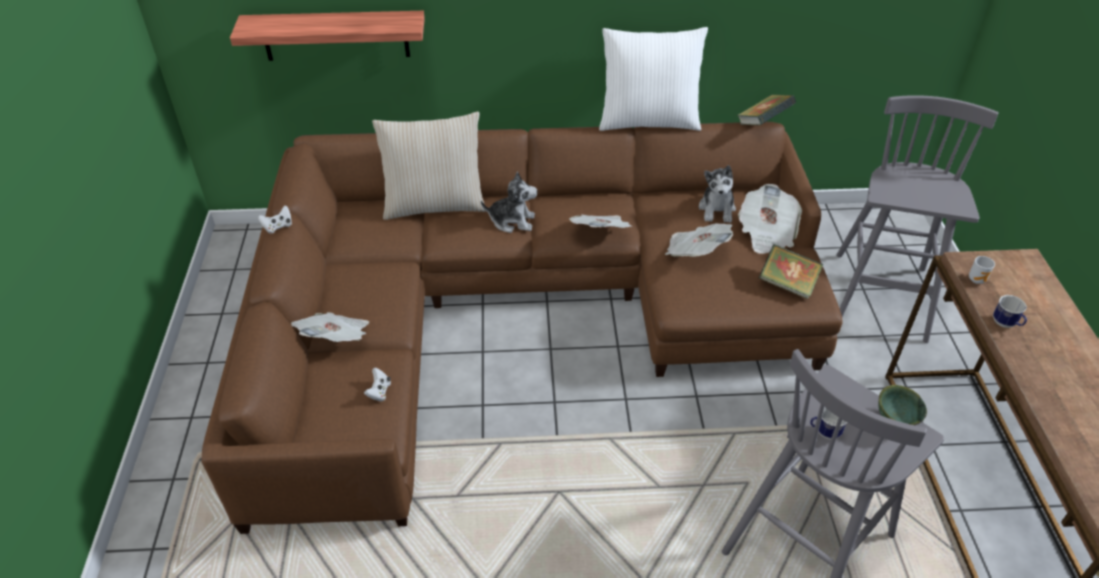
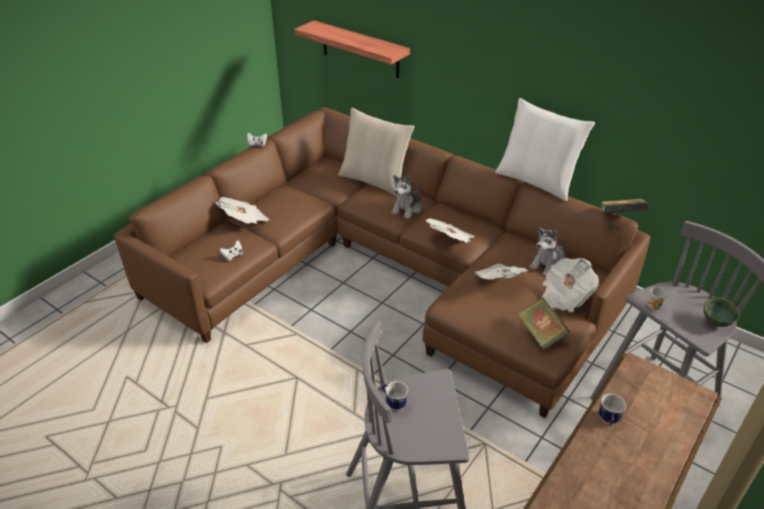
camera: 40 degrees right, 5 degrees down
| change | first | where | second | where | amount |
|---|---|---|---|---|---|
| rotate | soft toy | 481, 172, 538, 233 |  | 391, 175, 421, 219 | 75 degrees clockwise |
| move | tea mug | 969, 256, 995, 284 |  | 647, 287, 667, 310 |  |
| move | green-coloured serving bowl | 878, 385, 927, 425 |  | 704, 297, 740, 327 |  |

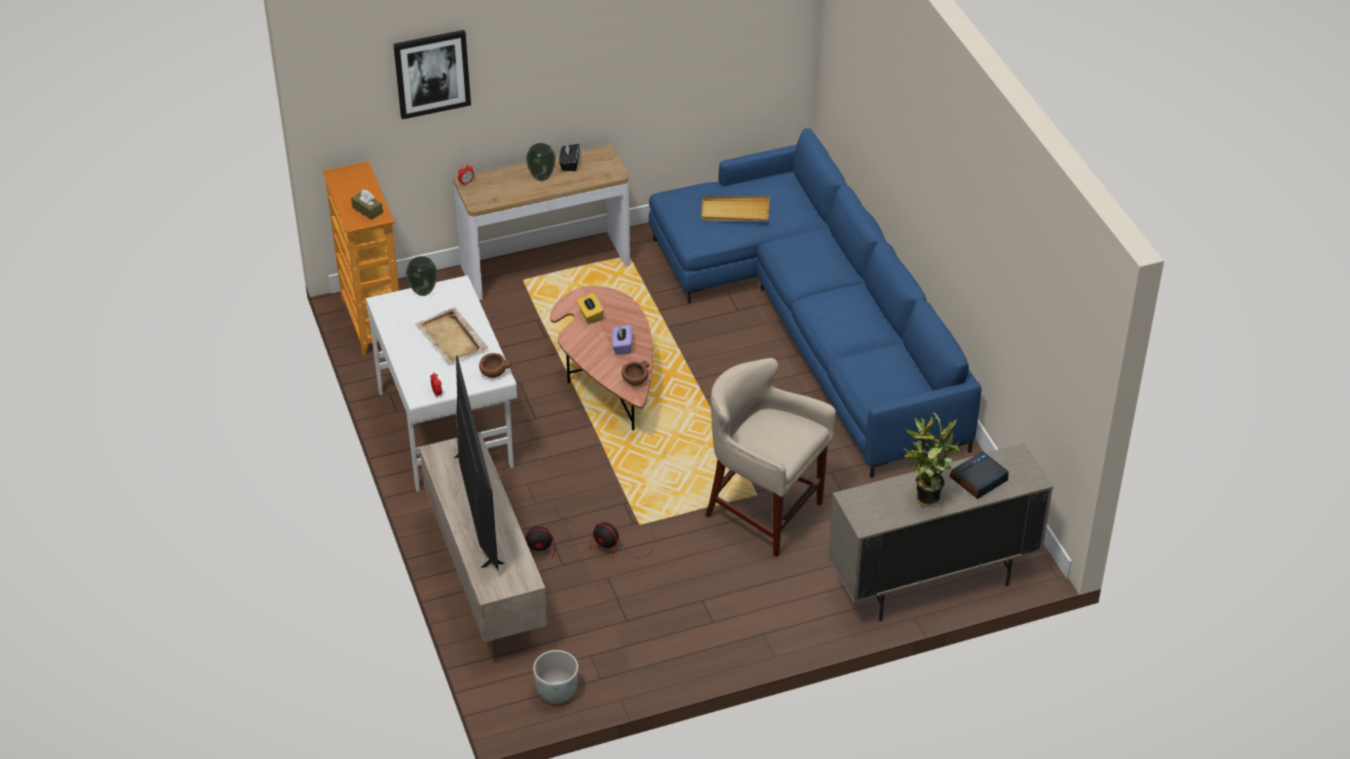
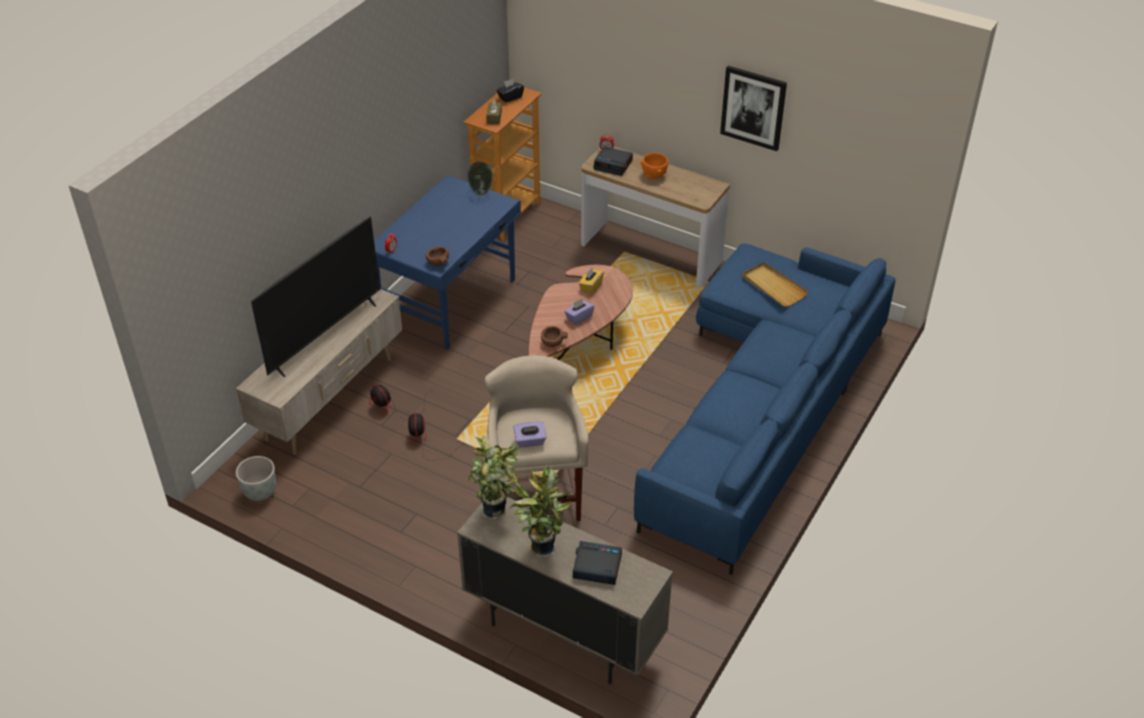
camera: 50 degrees right, 0 degrees up
| change | first | where | second | where | amount |
|---|---|---|---|---|---|
| recolor | white-coloured desk unit | 366, 275, 517, 492 | blue desk unit | 374, 175, 521, 350 |  |
| insert |  |  | plant in a pot | 468, 435, 521, 520 |  |
| move | blackish box of tissues | 559, 143, 580, 171 |  | 497, 79, 524, 103 |  |
| insert |  |  | purple box of tissues | 513, 421, 546, 447 |  |
| insert |  |  | bedside clock | 593, 147, 633, 176 |  |
| replace | flower vase | 526, 143, 556, 181 | orange serving bowl | 640, 153, 668, 179 |  |
| move | wall art | 393, 30, 471, 120 |  | 720, 66, 787, 151 |  |
| delete | sand-coloured serving tray | 415, 307, 489, 364 |  |  |  |

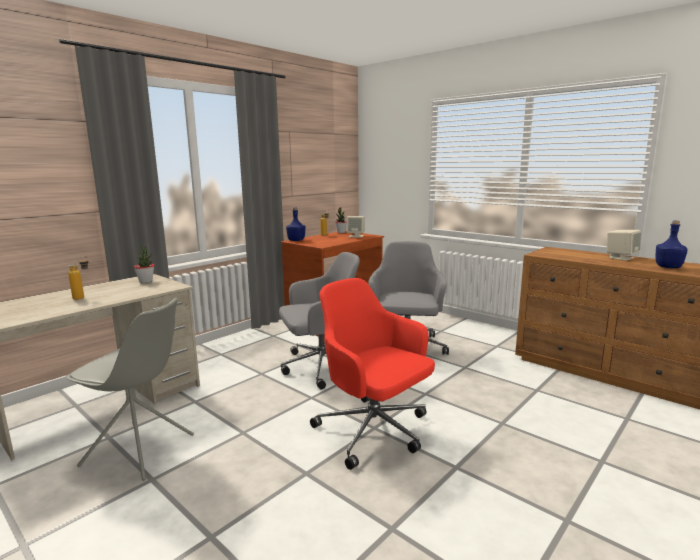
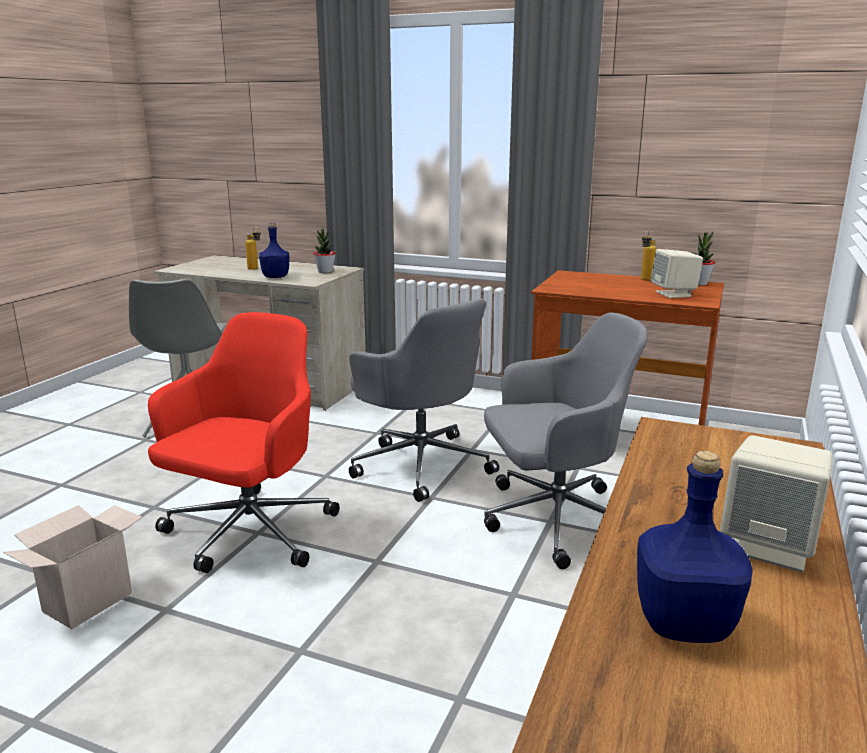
camera: 70 degrees right, 5 degrees up
| change | first | where | second | where | amount |
|---|---|---|---|---|---|
| insert |  |  | cardboard box | 3, 505, 143, 629 |  |
| move | blue beverage bottle | 286, 207, 305, 241 |  | 259, 223, 289, 278 |  |

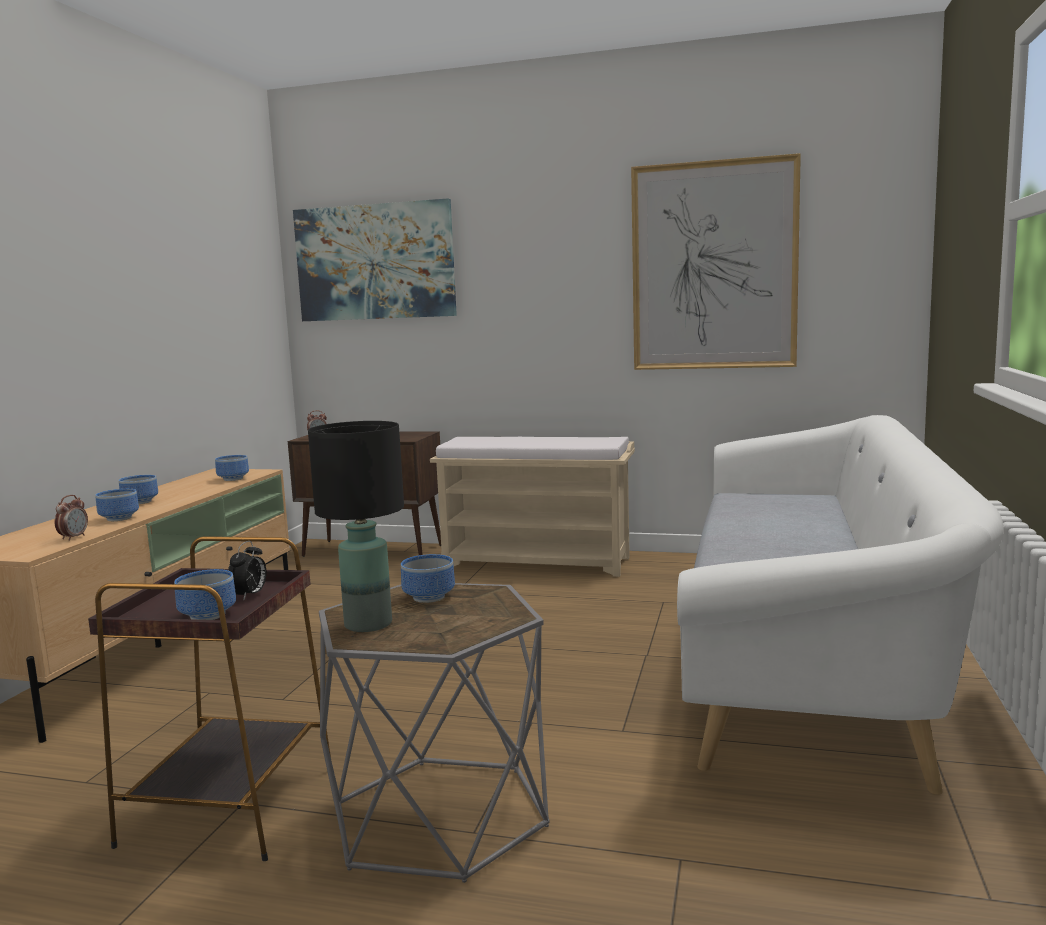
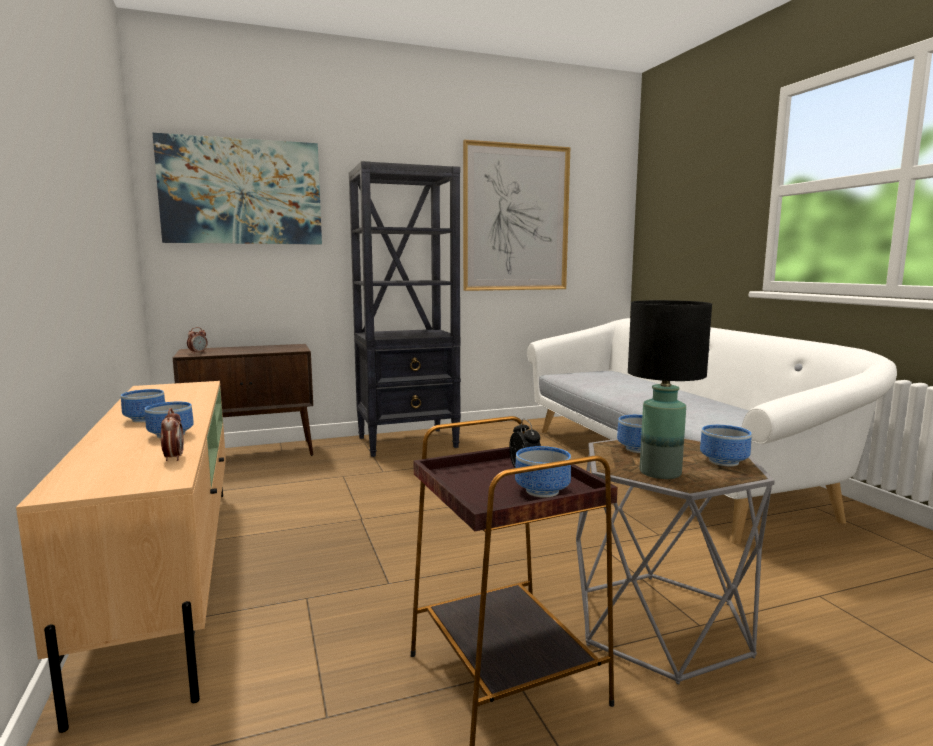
camera: 35 degrees left, 0 degrees up
| change | first | where | second | where | amount |
|---|---|---|---|---|---|
| replace | sand-coloured bench | 430, 437, 635, 577 | blackish bookcase | 349, 161, 461, 457 |  |
| move | serving bowl | 215, 455, 249, 481 |  | 700, 425, 752, 466 |  |

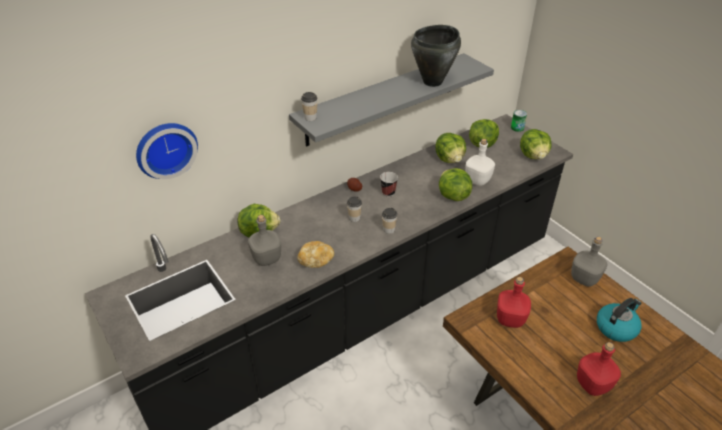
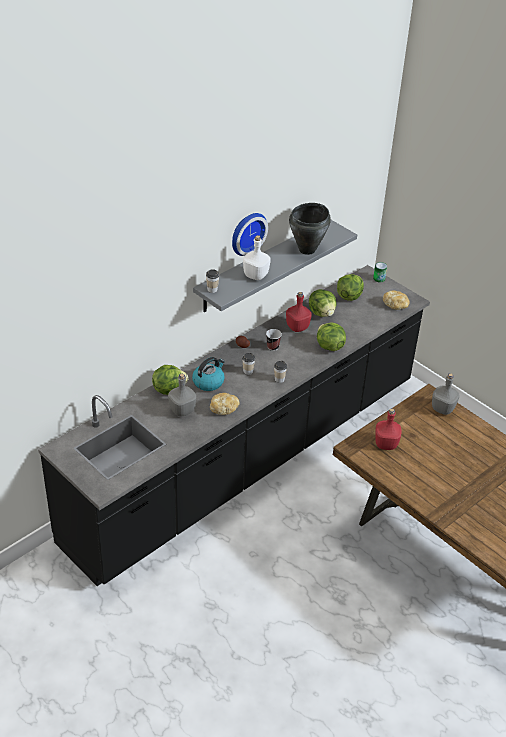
camera: 10 degrees left, 0 degrees up
| change | first | where | second | where | amount |
|---|---|---|---|---|---|
| move | water kettle | 597, 298, 642, 342 |  | 192, 357, 225, 391 |  |
| move | hanging clock | 136, 123, 198, 179 |  | 232, 213, 268, 256 |  |
| move | white-coloured beverage bottle | 466, 139, 495, 186 |  | 243, 235, 271, 280 |  |
| move | reddish beverage bottle | 577, 342, 621, 396 |  | 286, 292, 312, 332 |  |
| replace | lettuce head | 520, 129, 551, 159 | bakery bread | 383, 290, 410, 310 |  |

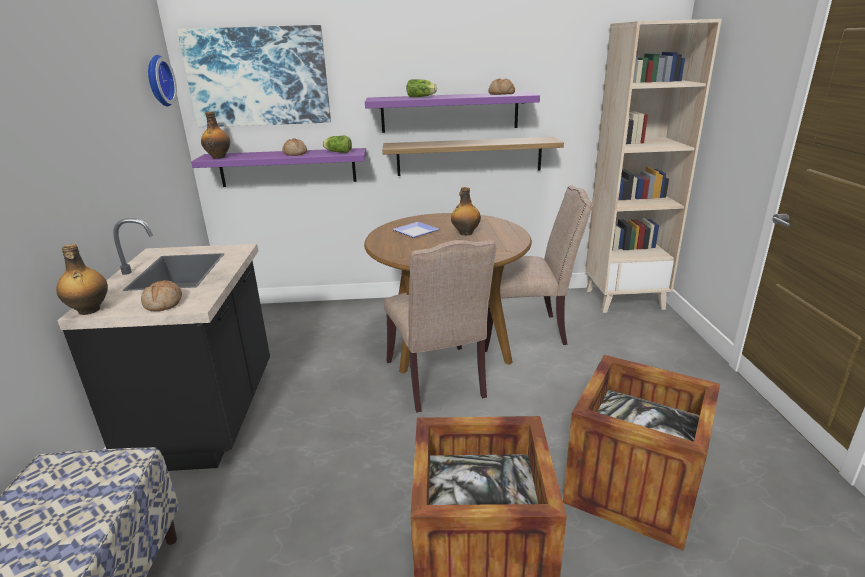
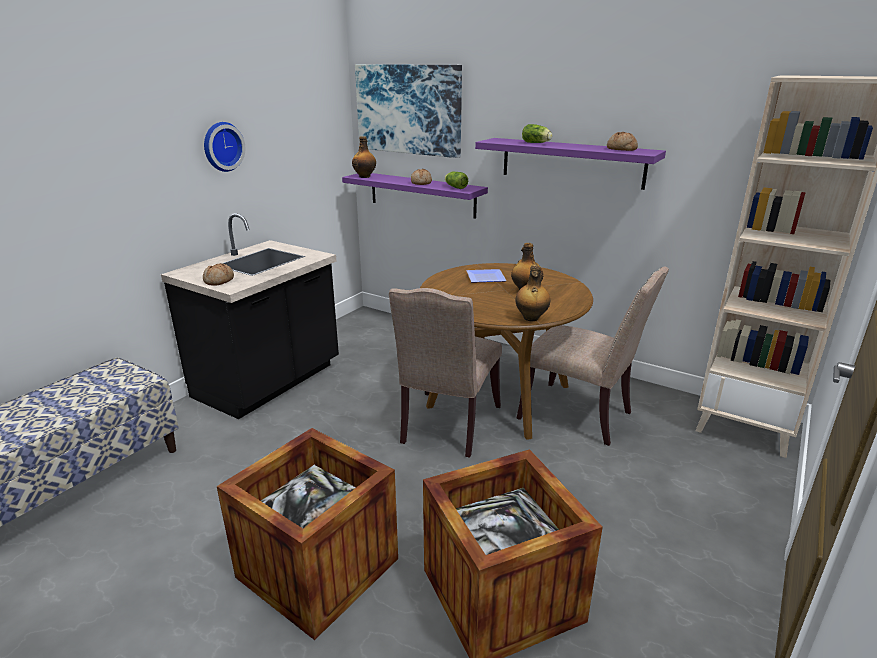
camera: 35 degrees right, 0 degrees up
| change | first | where | second | where | amount |
|---|---|---|---|---|---|
| move | hanging clock | 148, 55, 177, 106 |  | 204, 122, 245, 172 |  |
| move | beverage bottle | 56, 244, 108, 315 |  | 515, 265, 550, 322 |  |
| delete | wall shelf | 382, 137, 564, 176 |  |  |  |

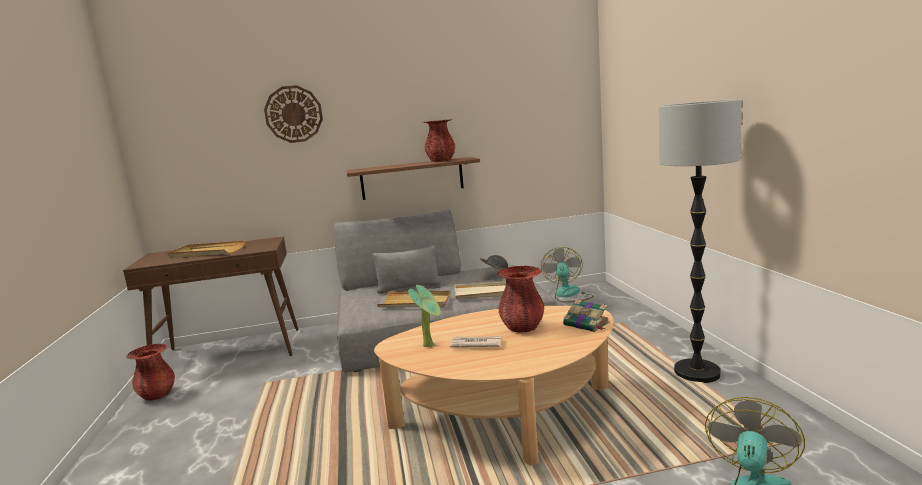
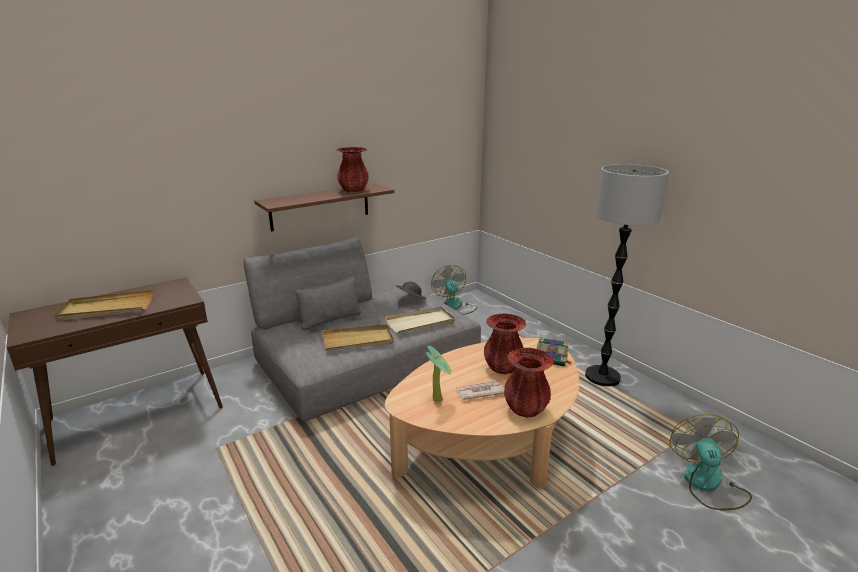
camera: 25 degrees left, 10 degrees up
| change | first | where | second | where | amount |
|---|---|---|---|---|---|
| move | reddish flower vase | 126, 344, 175, 400 |  | 504, 348, 554, 418 |  |
| delete | hanging clock | 264, 85, 323, 143 |  |  |  |

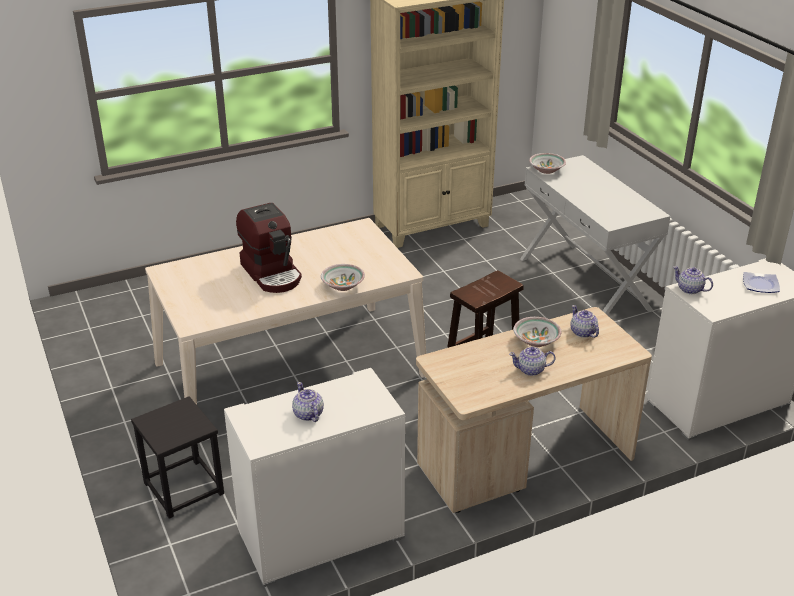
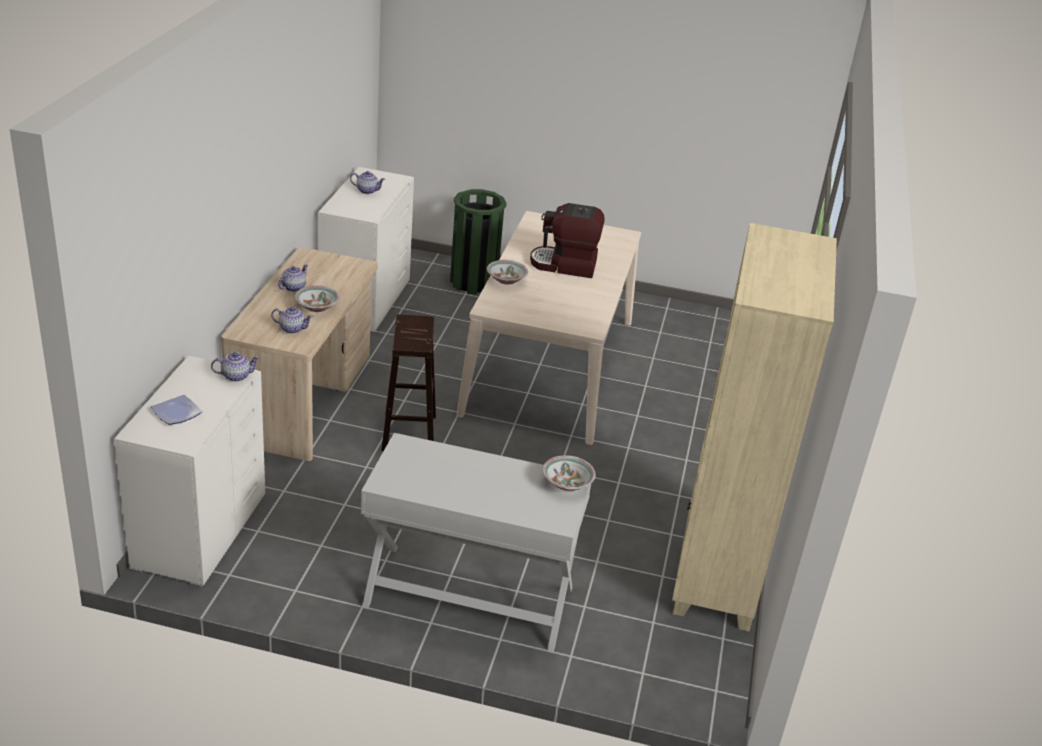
camera: 125 degrees right, 0 degrees up
| change | first | where | second | where | amount |
|---|---|---|---|---|---|
| replace | blackish sitting stool | 131, 396, 224, 519 | green-coloured waste bin | 450, 189, 507, 295 |  |

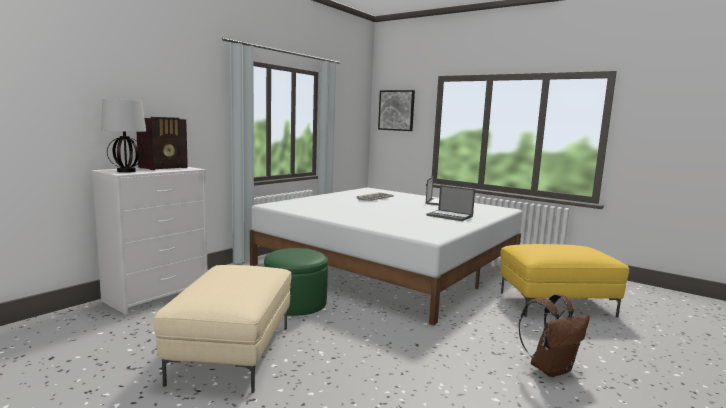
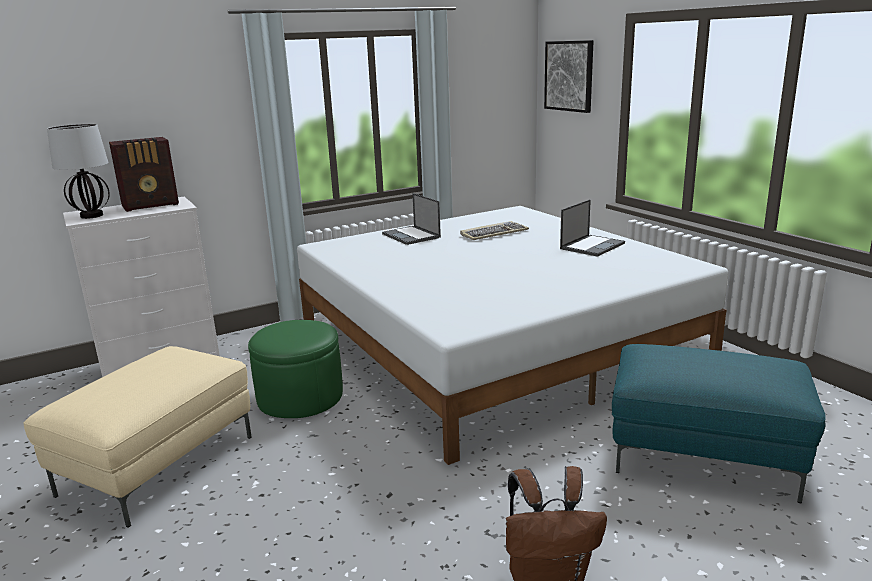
camera: 25 degrees right, 10 degrees up
| change | first | where | second | where | amount |
|---|---|---|---|---|---|
| move | notebook computer | 426, 185, 475, 221 |  | 382, 193, 441, 245 |  |
| recolor | yellowish pouffe | 500, 244, 629, 317 | turquoise-coloured pouffe | 612, 344, 826, 503 |  |

